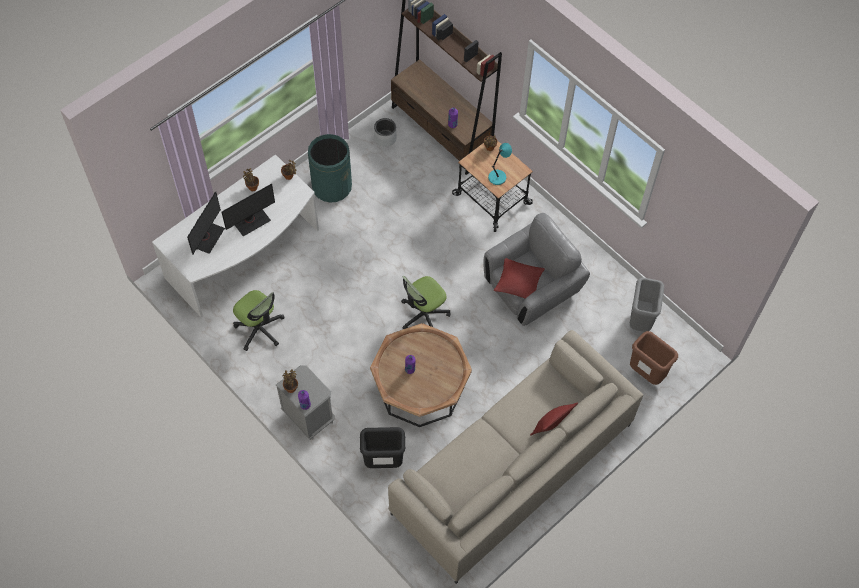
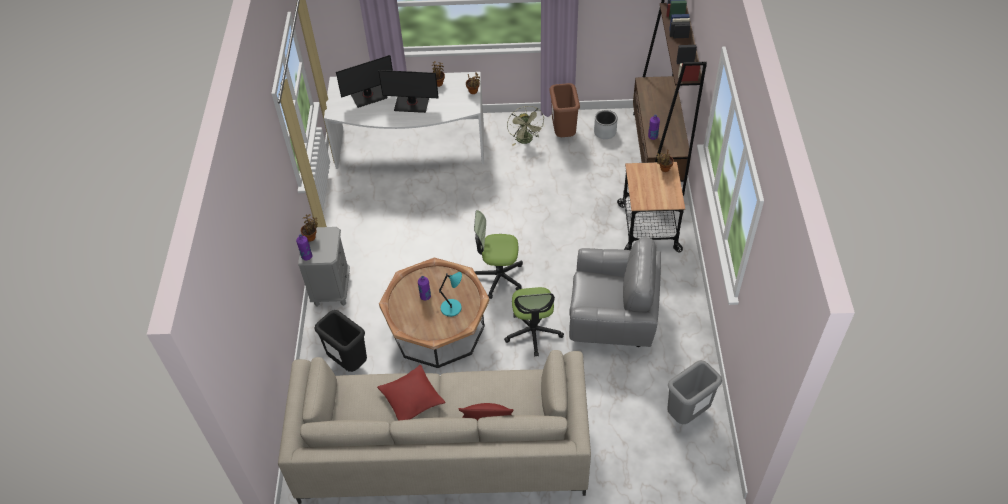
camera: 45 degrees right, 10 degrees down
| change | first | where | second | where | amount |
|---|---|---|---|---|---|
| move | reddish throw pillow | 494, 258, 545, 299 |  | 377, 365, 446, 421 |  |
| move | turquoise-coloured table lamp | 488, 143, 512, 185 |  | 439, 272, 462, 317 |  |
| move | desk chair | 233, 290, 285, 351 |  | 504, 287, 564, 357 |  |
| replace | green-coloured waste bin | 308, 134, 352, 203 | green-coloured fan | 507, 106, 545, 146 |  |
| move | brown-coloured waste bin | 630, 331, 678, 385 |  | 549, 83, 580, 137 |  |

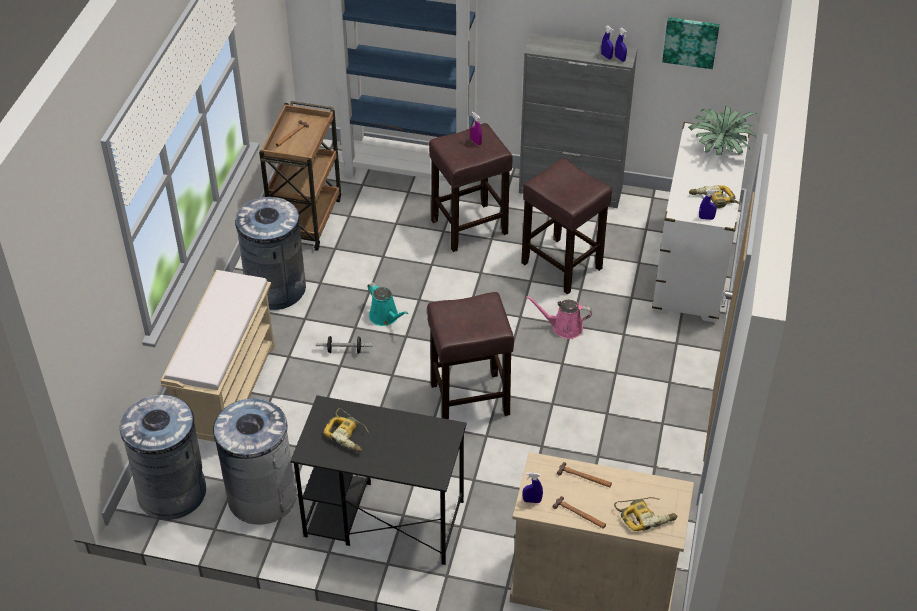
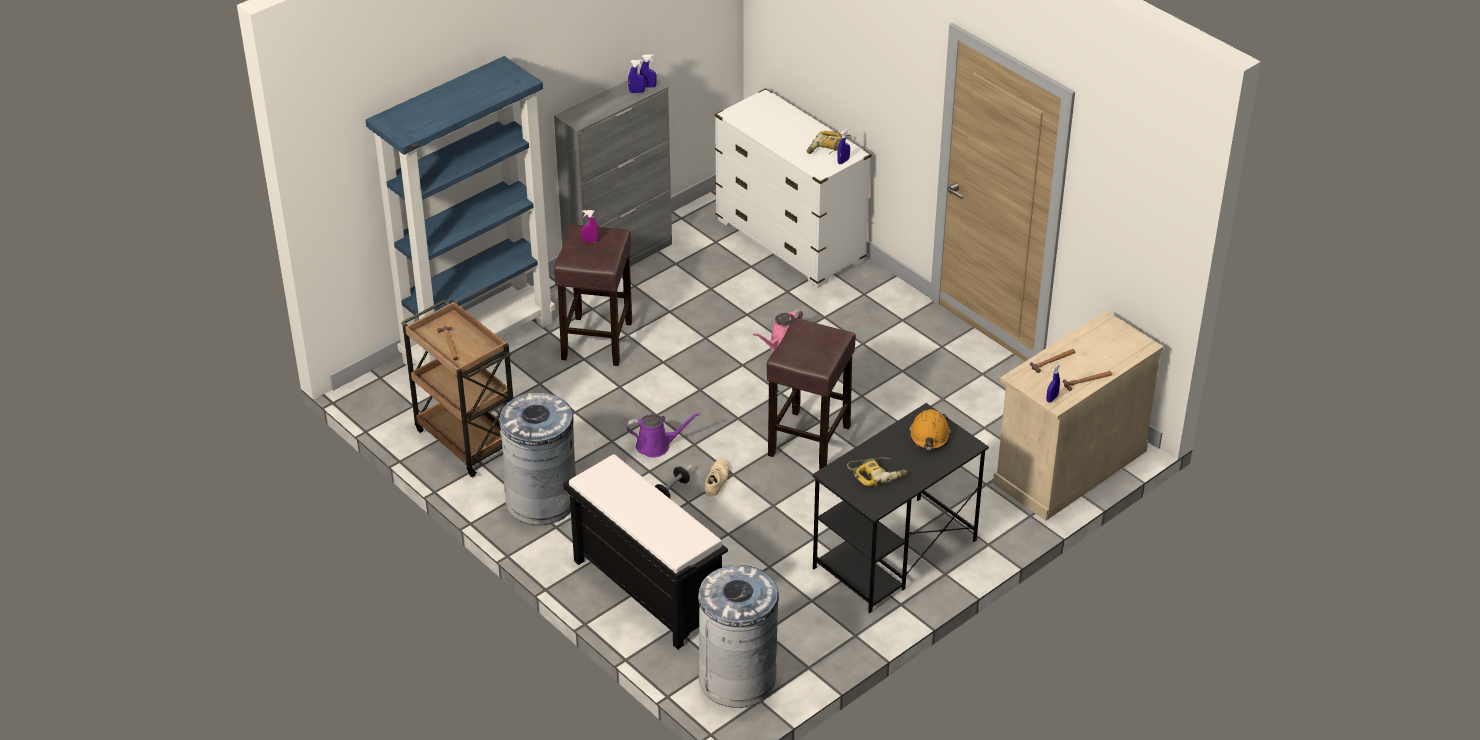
camera: 55 degrees left, 5 degrees down
| change | first | where | second | where | amount |
|---|---|---|---|---|---|
| recolor | sand-coloured bench | 161, 270, 275, 442 | blackish bench | 563, 454, 728, 649 |  |
| recolor | turquoise-coloured sprinkling can | 368, 282, 408, 326 | purple sprinkling can | 627, 413, 700, 458 |  |
| insert |  |  | sand-coloured item of footwear | 705, 459, 729, 497 |  |
| insert |  |  | orange hard hat | 909, 409, 951, 450 |  |
| delete | grey waste bin | 213, 399, 297, 525 |  |  |  |
| delete | brown-coloured sitting stool | 521, 158, 612, 294 |  |  |  |
| delete | power drill | 614, 497, 677, 531 |  |  |  |
| delete | wall art | 662, 17, 720, 69 |  |  |  |
| delete | plant in a pot | 688, 106, 757, 155 |  |  |  |

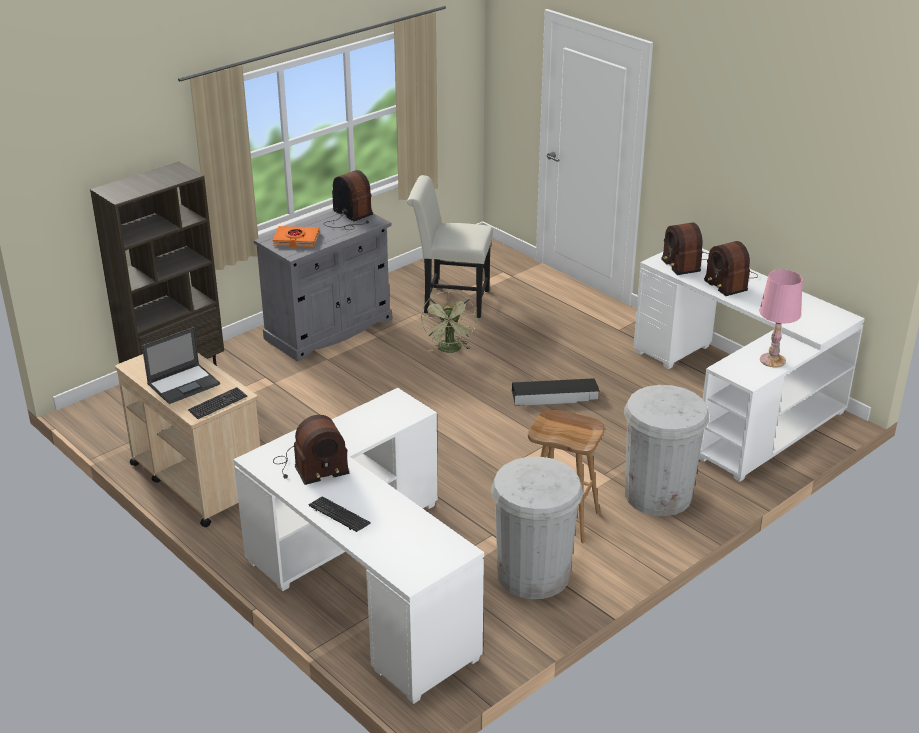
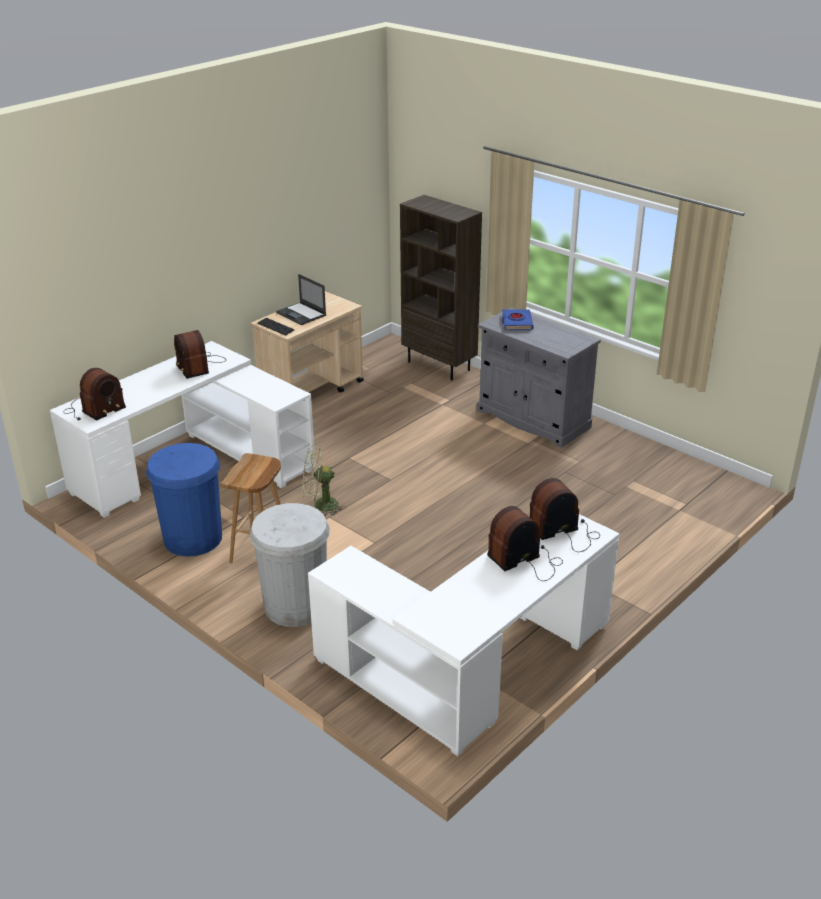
camera: 85 degrees right, 0 degrees up
| change | first | where | second | where | amount |
|---|---|---|---|---|---|
| move | radio receiver | 325, 170, 373, 230 |  | 64, 368, 126, 421 |  |
| recolor | white-coloured waste bin | 491, 457, 583, 599 | blue waste bin | 146, 443, 222, 557 |  |
| move | green-coloured fan | 421, 291, 477, 353 |  | 302, 446, 346, 516 |  |
| recolor | orange bound book | 273, 226, 319, 248 | blue bound book | 502, 309, 534, 330 |  |
| delete | keyboard | 308, 496, 371, 532 |  |  |  |
| delete | white-coloured plain chair | 407, 175, 493, 318 |  |  |  |
| delete | blackish storage bin | 512, 378, 599, 406 |  |  |  |
| delete | pink-coloured table lamp | 760, 269, 803, 367 |  |  |  |

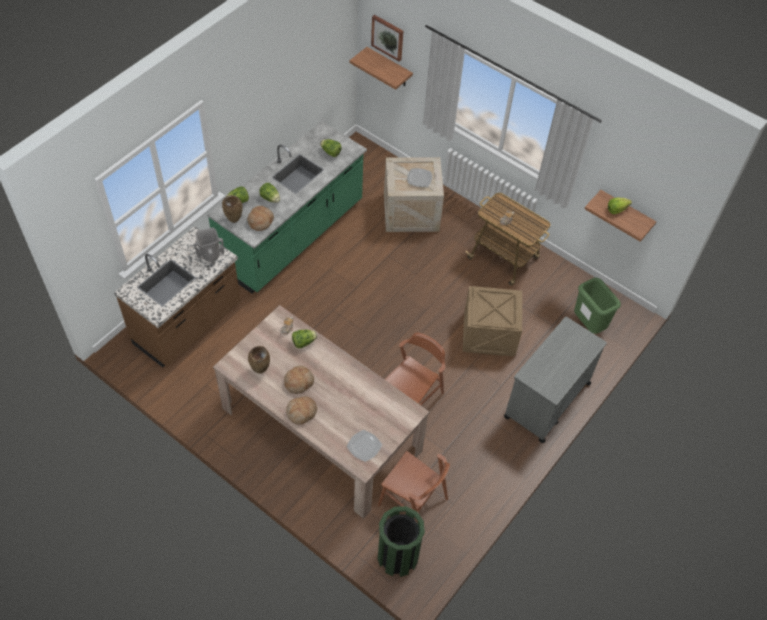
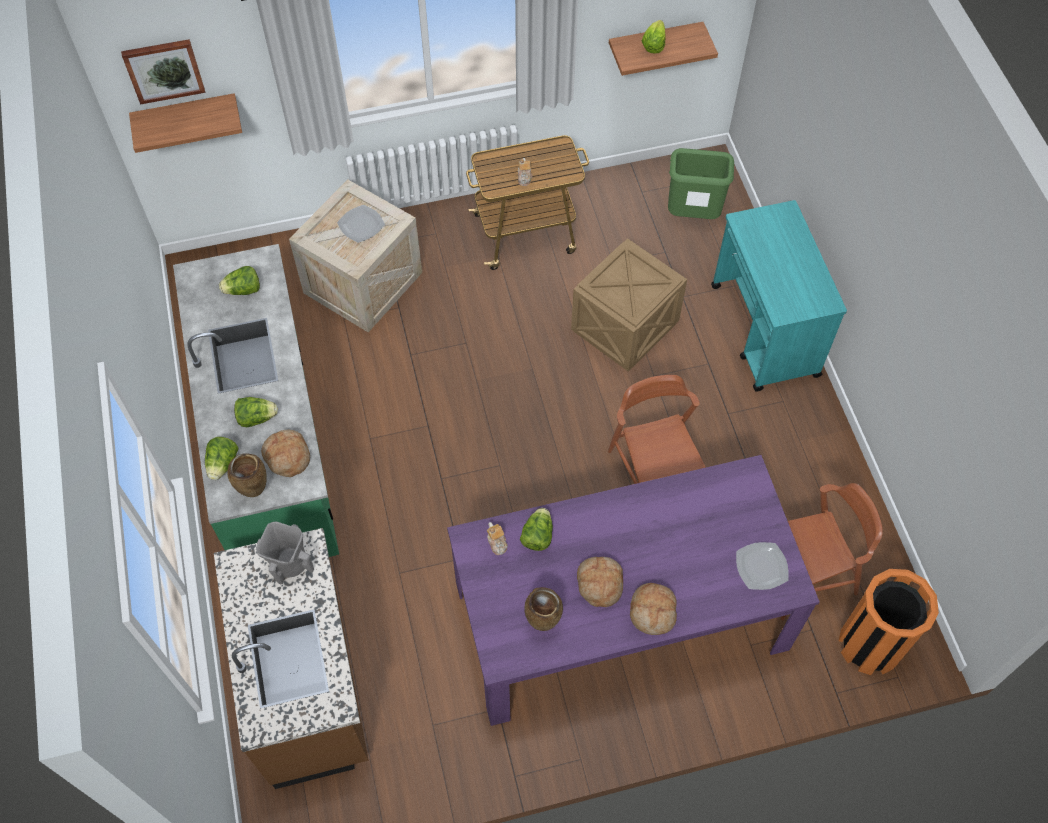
camera: 50 degrees left, 5 degrees up
| change | first | where | second | where | amount |
|---|---|---|---|---|---|
| recolor | sand-coloured kitchen table | 213, 305, 430, 519 | purple kitchen table | 447, 455, 819, 726 |  |
| recolor | grey trolley | 504, 317, 607, 443 | turquoise-coloured trolley | 711, 200, 847, 392 |  |
| recolor | green-coloured waste bin | 378, 506, 425, 577 | orange waste bin | 839, 569, 939, 675 |  |

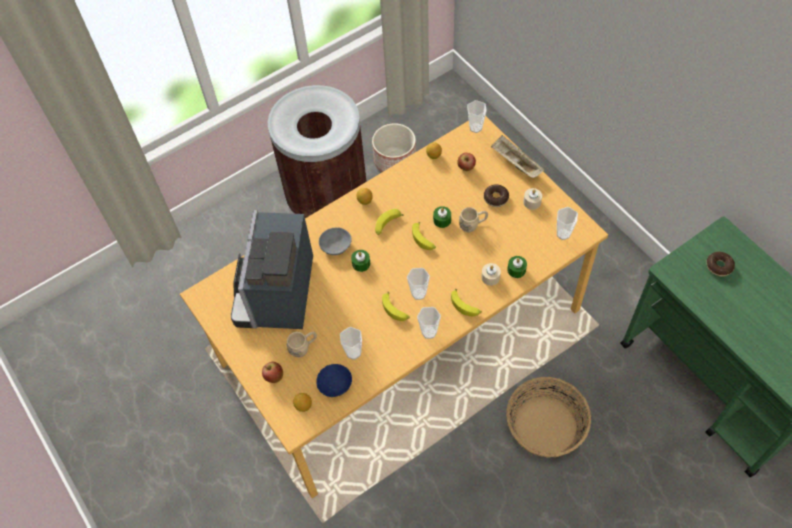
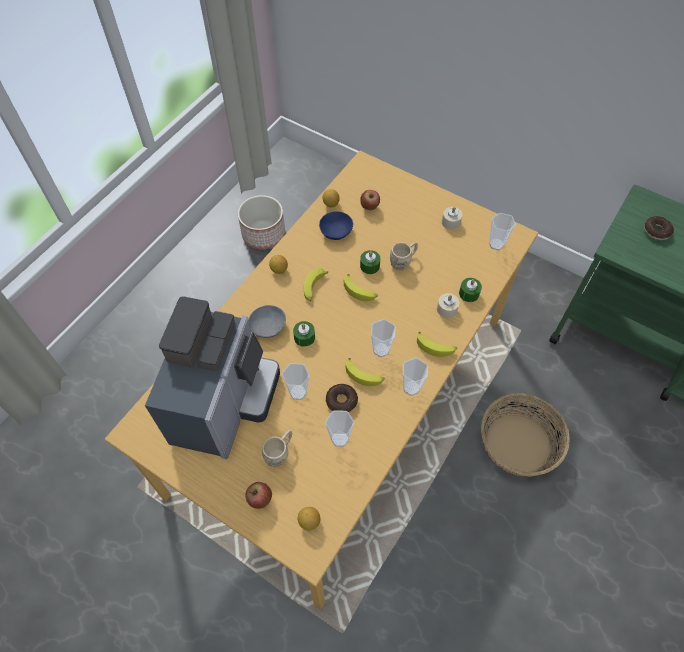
camera: 25 degrees left, 0 degrees up
| change | first | where | second | where | amount |
|---|---|---|---|---|---|
| rotate | coffee maker | 231, 210, 313, 329 |  | 145, 296, 280, 459 | 150 degrees counterclockwise |
| move | cup | 467, 100, 487, 133 |  | 282, 363, 310, 400 |  |
| move | blue serving bowl | 316, 364, 352, 397 |  | 319, 211, 353, 240 |  |
| move | doughnut | 484, 184, 509, 207 |  | 326, 384, 358, 413 |  |
| delete | brown-coloured waste bin | 268, 85, 367, 218 |  |  |  |
| delete | sand-coloured serving tray | 491, 135, 544, 178 |  |  |  |

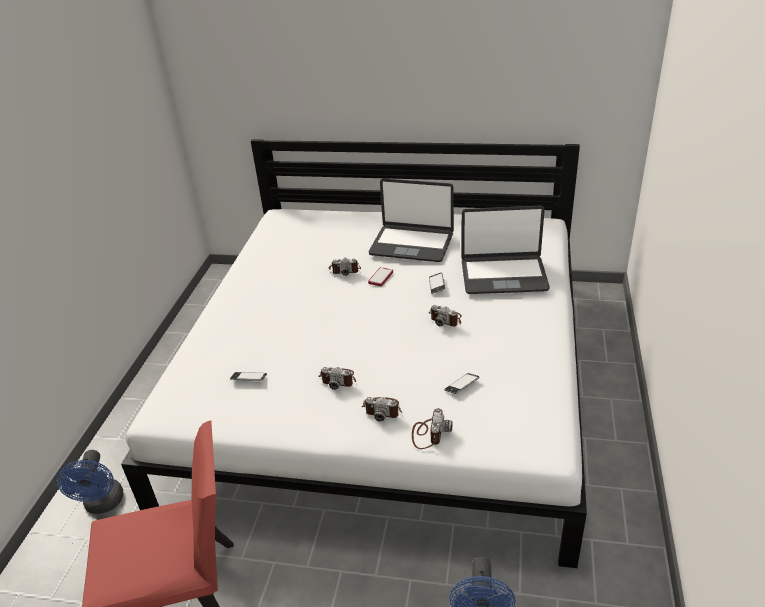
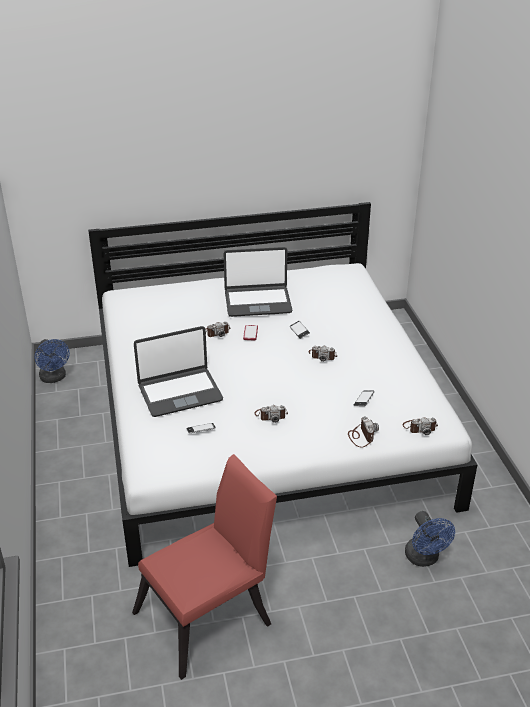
camera: 25 degrees left, 0 degrees up
| change | first | where | second | where | amount |
|---|---|---|---|---|---|
| move | blue fan | 57, 450, 124, 514 |  | 34, 339, 70, 383 |  |
| move | notebook computer | 461, 206, 550, 294 |  | 134, 326, 223, 417 |  |
| move | photo camera | 362, 397, 402, 422 |  | 403, 417, 438, 435 |  |

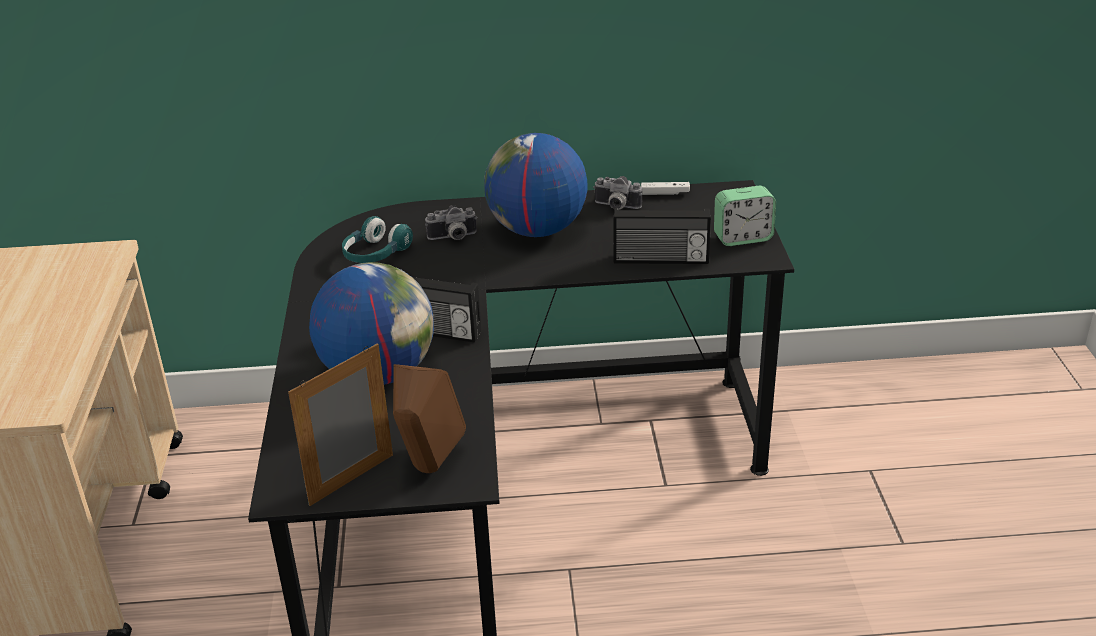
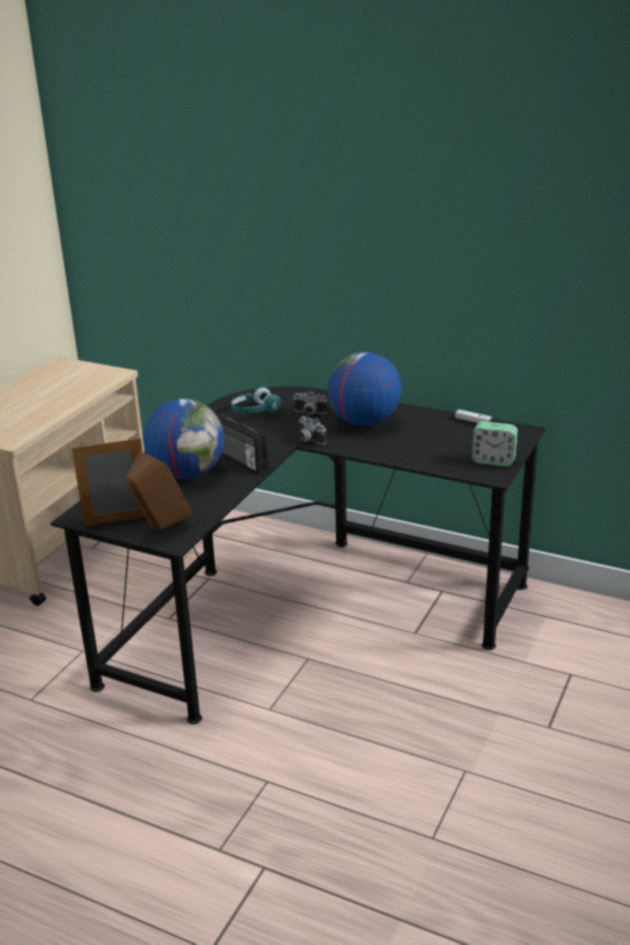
camera: 30 degrees right, 5 degrees down
| change | first | where | second | where | amount |
|---|---|---|---|---|---|
| move | photo camera | 593, 176, 642, 210 |  | 299, 416, 326, 445 |  |
| delete | radio receiver | 613, 208, 711, 264 |  |  |  |

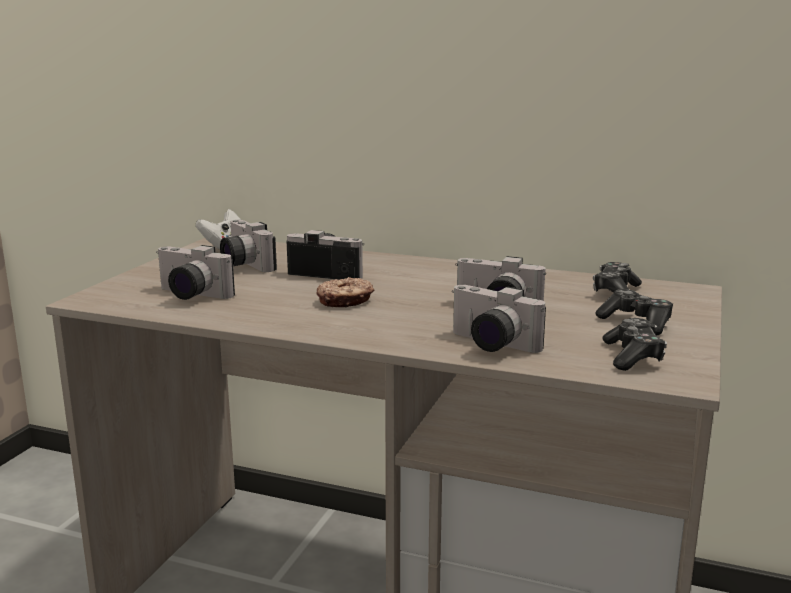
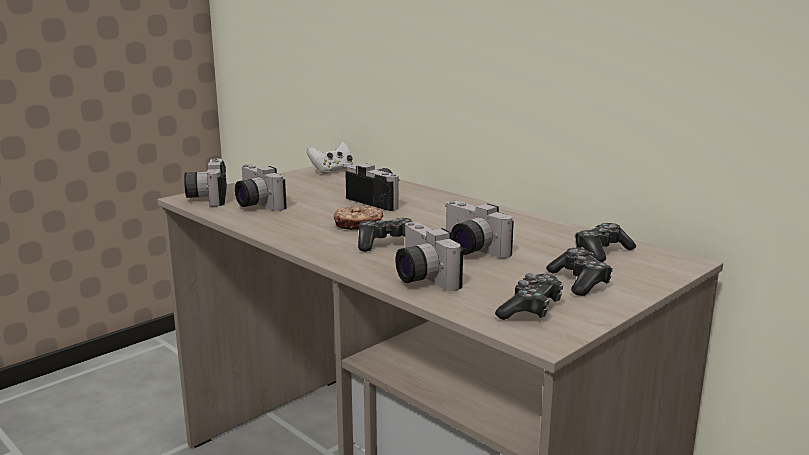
camera: 25 degrees right, 0 degrees up
| change | first | where | second | where | amount |
|---|---|---|---|---|---|
| move | photo camera | 220, 220, 277, 272 |  | 184, 158, 227, 206 |  |
| insert |  |  | gamepad | 358, 218, 412, 252 |  |

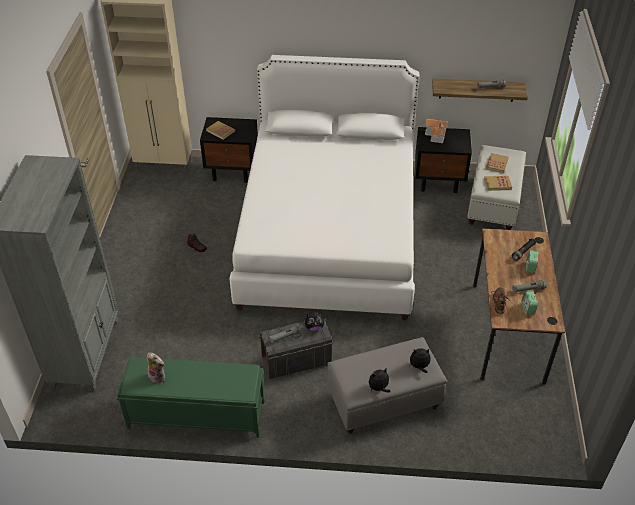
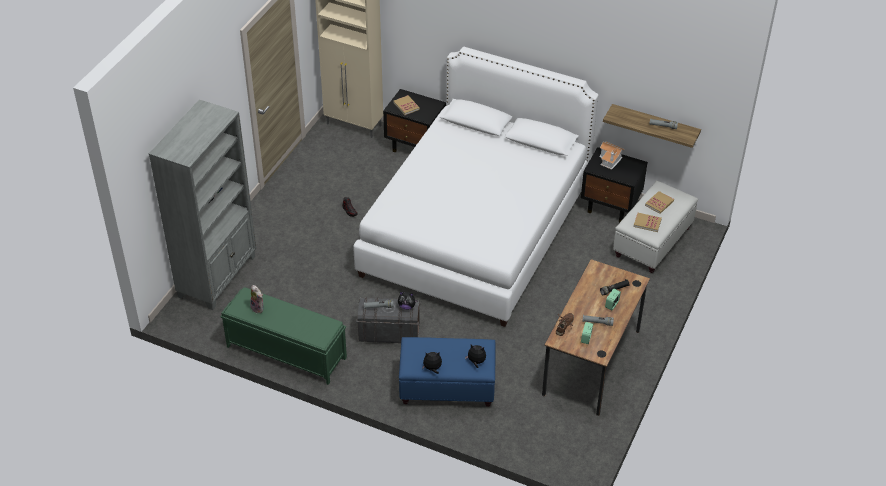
camera: 20 degrees right, 0 degrees up
| change | first | where | second | where | amount |
|---|---|---|---|---|---|
| recolor | grey pouffe | 327, 337, 447, 434 | blue pouffe | 399, 337, 495, 407 |  |

